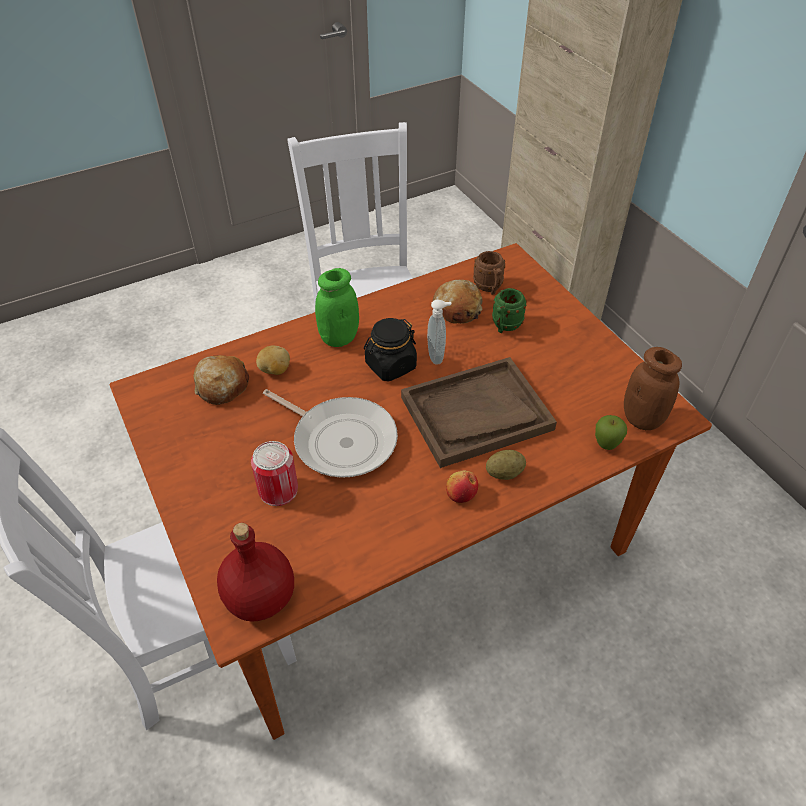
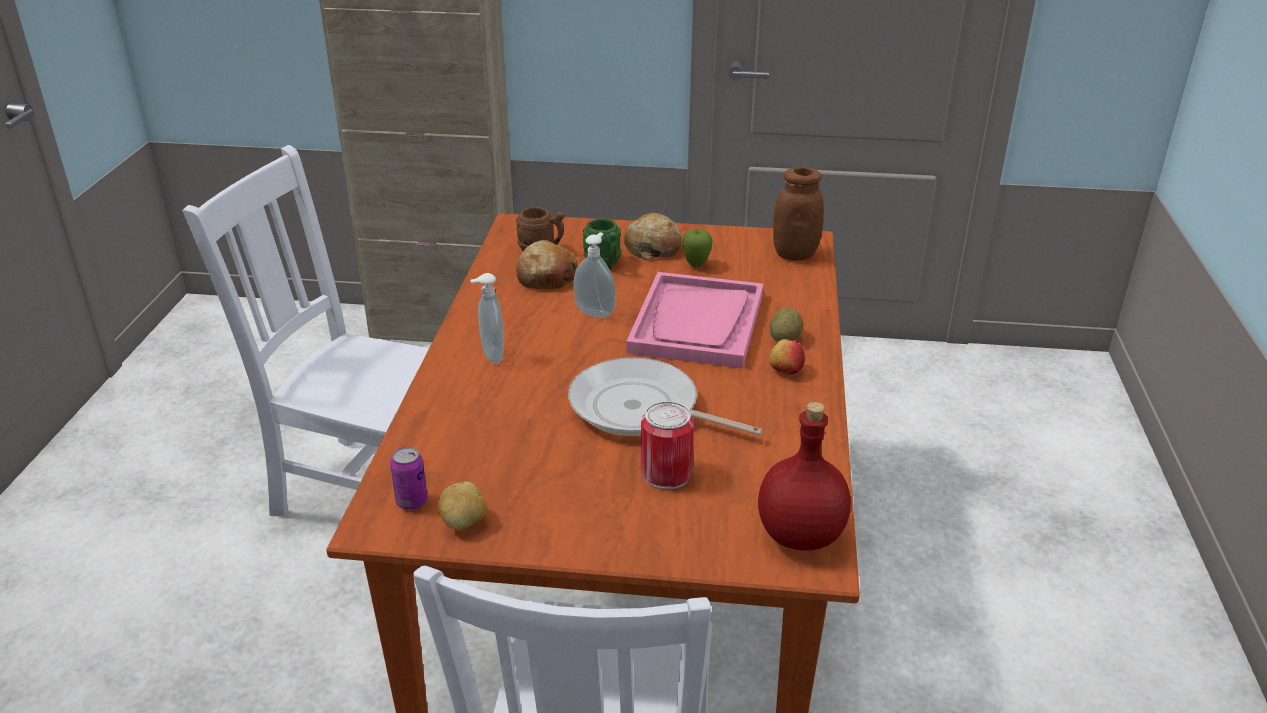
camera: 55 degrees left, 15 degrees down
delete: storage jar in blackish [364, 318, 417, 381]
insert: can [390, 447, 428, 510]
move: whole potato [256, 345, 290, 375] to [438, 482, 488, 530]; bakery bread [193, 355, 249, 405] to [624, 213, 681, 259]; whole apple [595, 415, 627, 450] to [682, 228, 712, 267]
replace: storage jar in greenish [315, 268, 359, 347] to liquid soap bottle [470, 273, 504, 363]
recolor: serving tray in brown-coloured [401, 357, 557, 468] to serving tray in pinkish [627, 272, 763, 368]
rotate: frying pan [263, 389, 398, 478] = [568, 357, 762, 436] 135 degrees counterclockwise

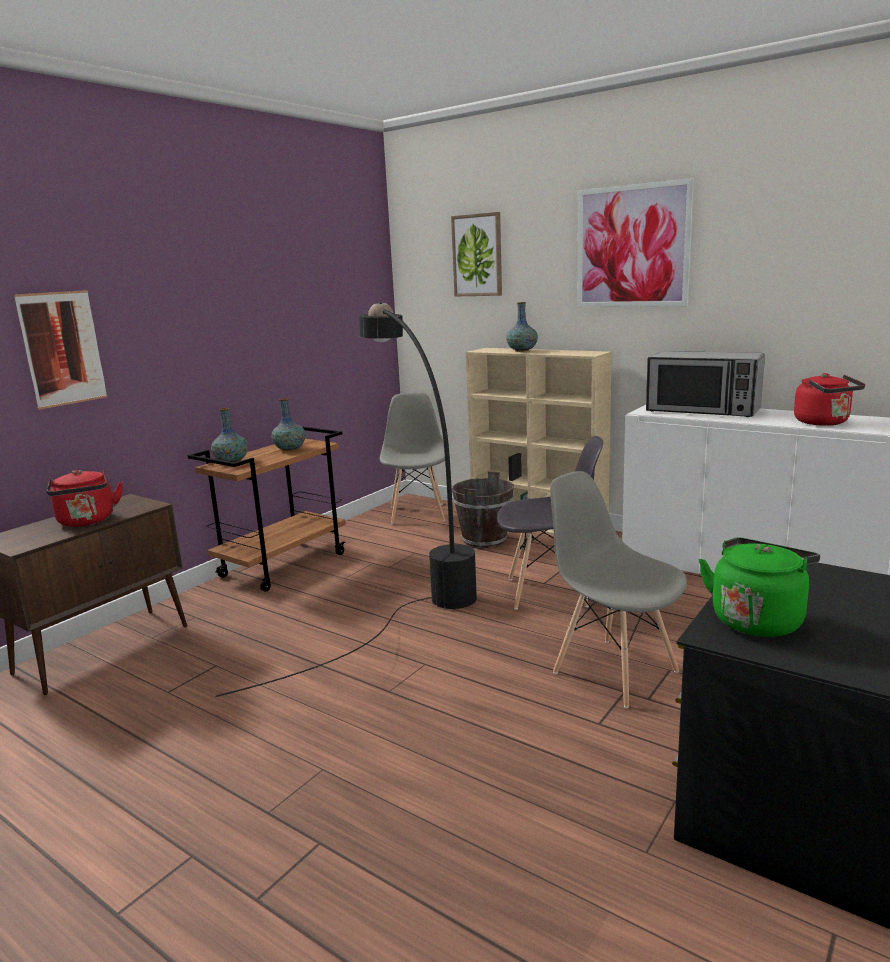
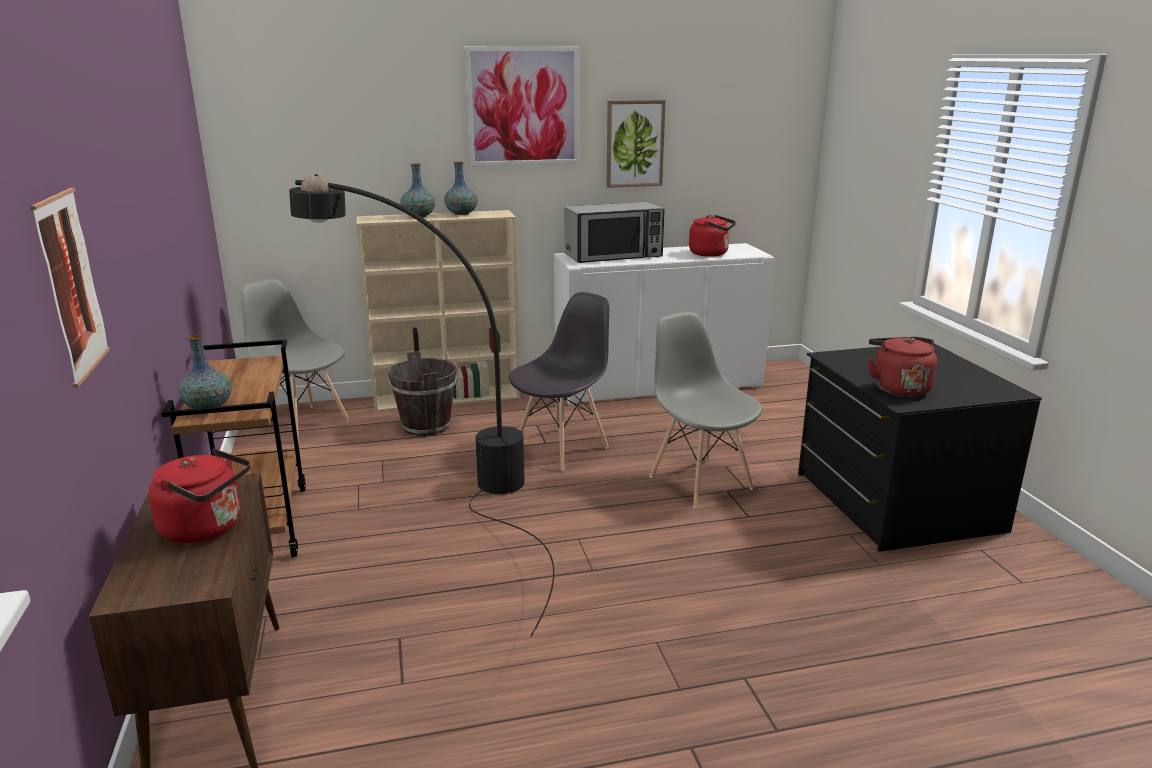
camera: 50 degrees left, 5 degrees up
move: decorative vase [271, 398, 306, 451] to [444, 162, 478, 215]; picture [451, 212, 502, 296] to [606, 100, 666, 188]
recolor: tea kettle in greenish [699, 537, 820, 637] to tea kettle in red-coloured [867, 337, 937, 397]
rotate: chair in grey [550, 471, 687, 708] = [649, 312, 763, 508] 60 degrees clockwise

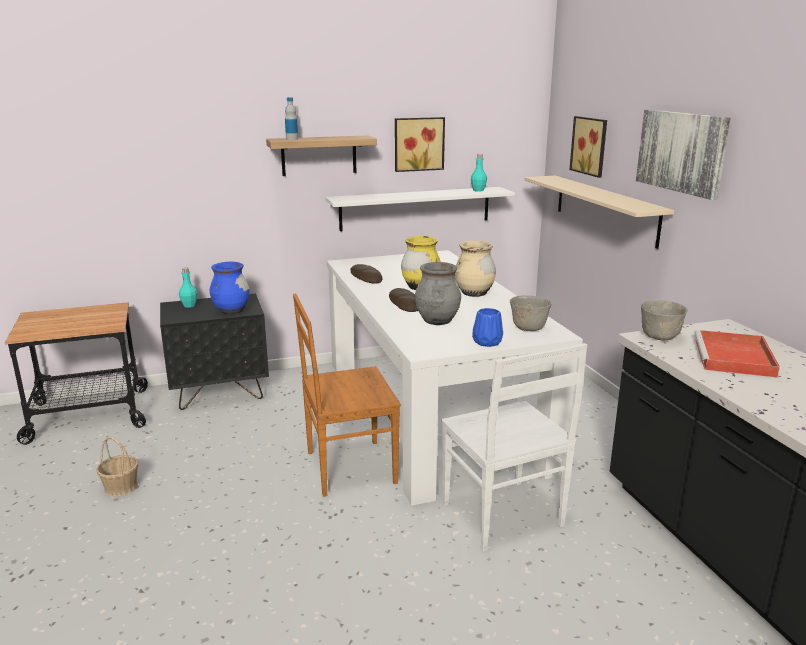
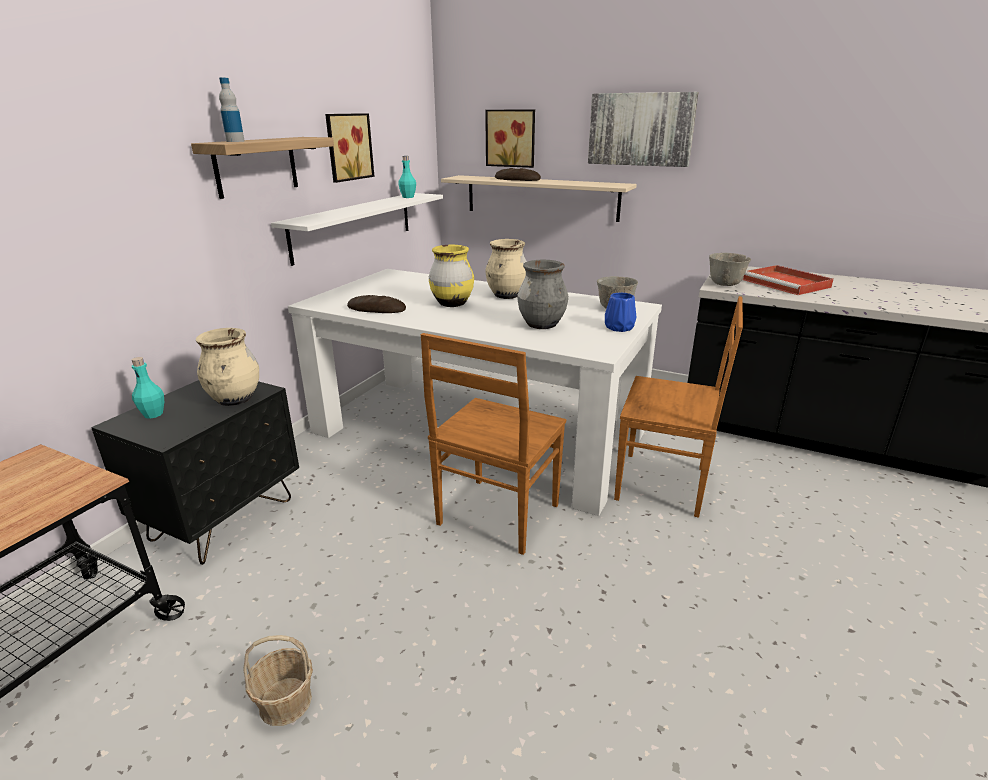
camera: 45 degrees left, 5 degrees up
move: bakery bread [389, 288, 418, 312] to [495, 168, 541, 181]
recolor: decorative vase in bluish [210, 262, 250, 315] to decorative vase in beige [196, 328, 259, 406]; chair in white-coloured [441, 343, 587, 551] to chair in brown-coloured [614, 296, 743, 518]

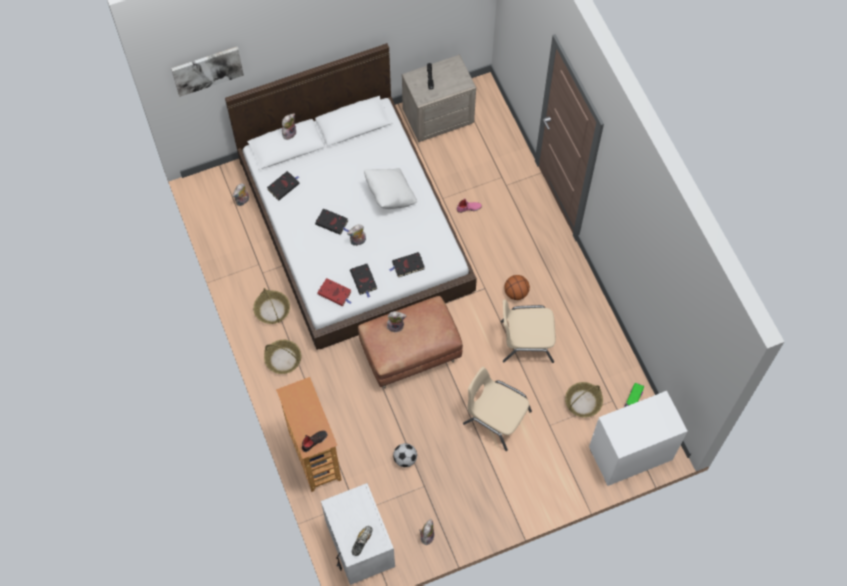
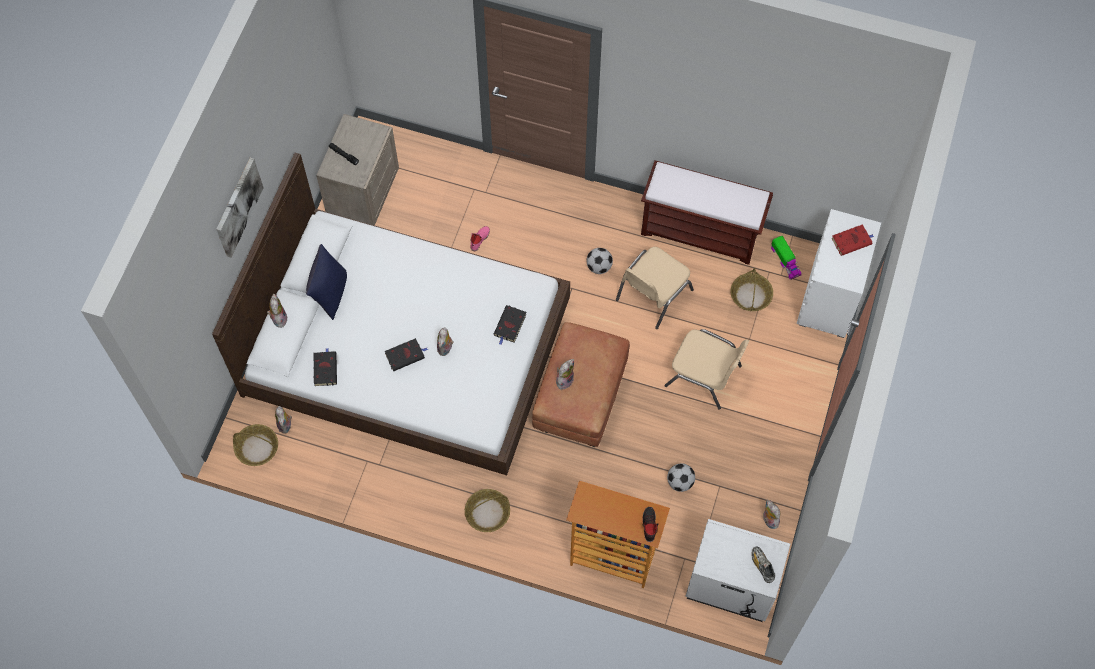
camera: 50 degrees left, 0 degrees up
delete: bound book in blackish [350, 264, 377, 298]; pillow in white-coloured [364, 168, 417, 209]
insert: pillow in bluish [306, 244, 347, 320]; indoor bench in brown-coloured [641, 161, 773, 265]
move: picture [171, 47, 244, 97] to [216, 158, 264, 258]; basket [253, 288, 290, 324] to [233, 424, 278, 466]; bound book in red-coloured [317, 278, 351, 306] to [831, 224, 874, 256]
replace: basketball [504, 275, 530, 300] to ball for football [586, 248, 613, 274]
rotate: chair in beige [463, 367, 532, 451] = [664, 329, 749, 409] 135 degrees counterclockwise

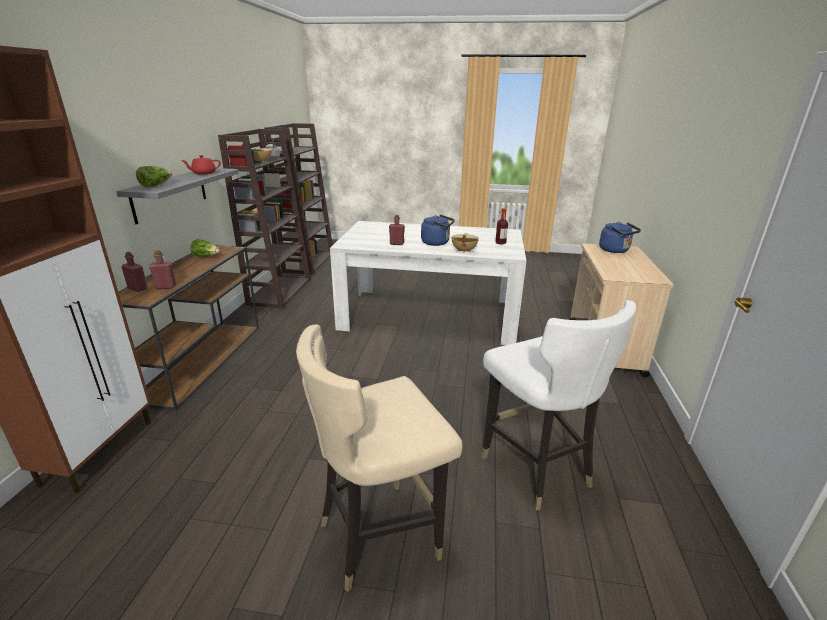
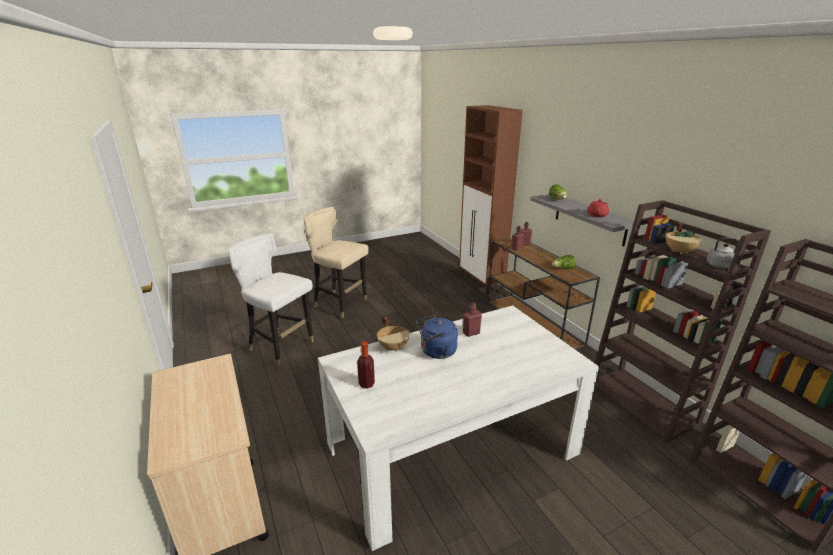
camera: 145 degrees right, 0 degrees up
delete: tea kettle in bluish [599, 222, 641, 253]
rotate: chair in beige [296, 324, 462, 592] = [303, 207, 369, 319] 90 degrees counterclockwise

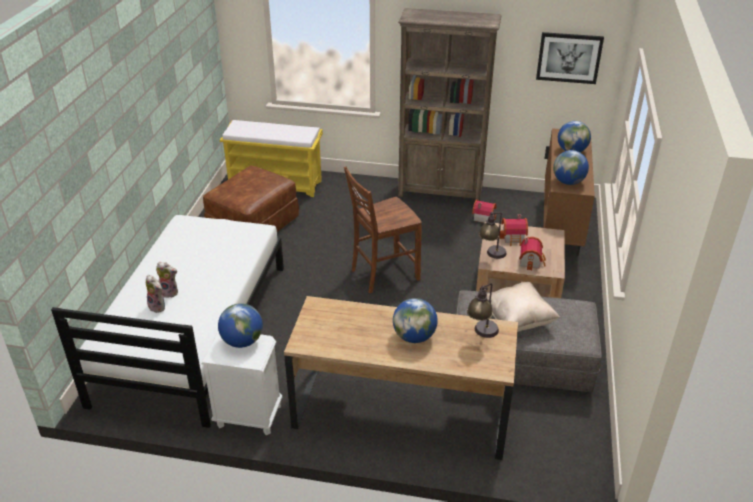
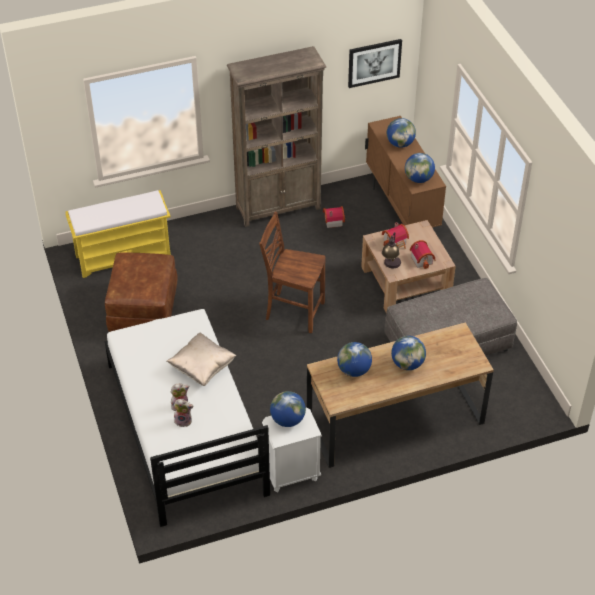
camera: 30 degrees left, 10 degrees up
delete: table lamp [467, 283, 499, 338]
insert: world globe [337, 342, 372, 377]
move: pillow in beige [487, 282, 560, 332] to [167, 332, 237, 386]
rotate: chair in brown-coloured [344, 167, 422, 293] = [259, 212, 325, 333] 75 degrees clockwise

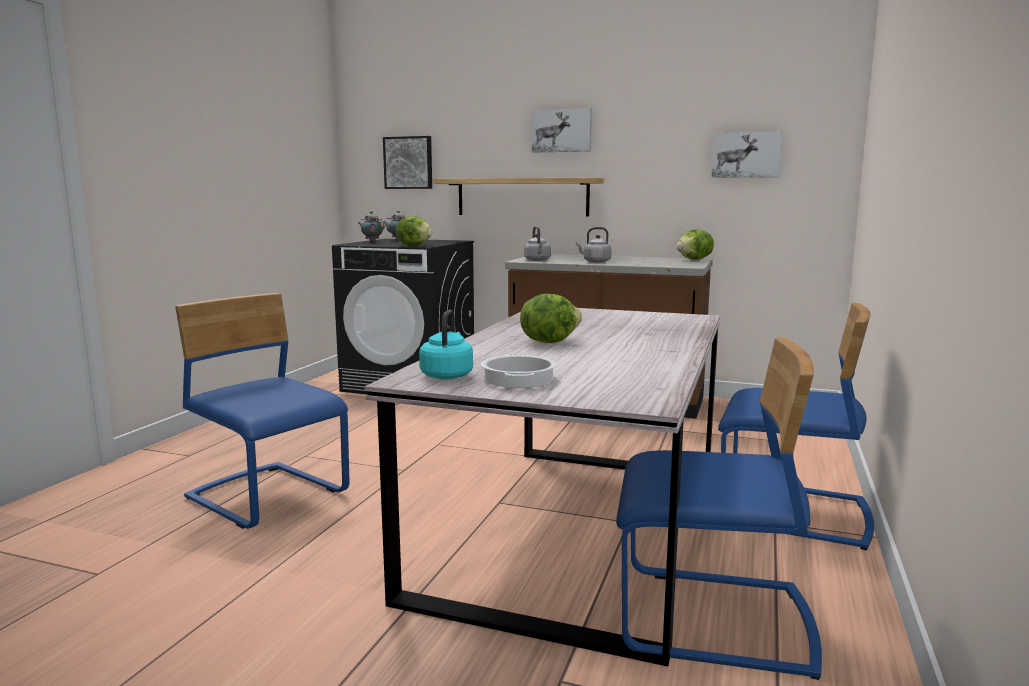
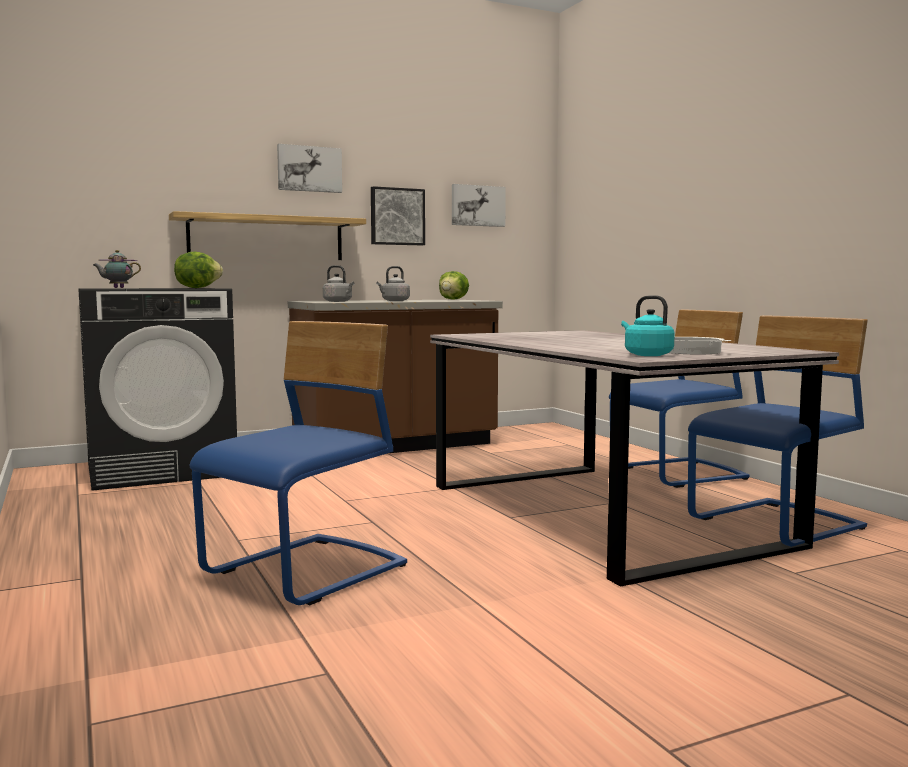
camera: 45 degrees left, 5 degrees down
delete: pot for tea [358, 211, 385, 242]; lettuce head [520, 294, 582, 343]
move: picture [383, 136, 432, 189] to [371, 186, 425, 245]
rotate: chair in bluish [175, 293, 350, 529] = [190, 321, 407, 605] 135 degrees clockwise

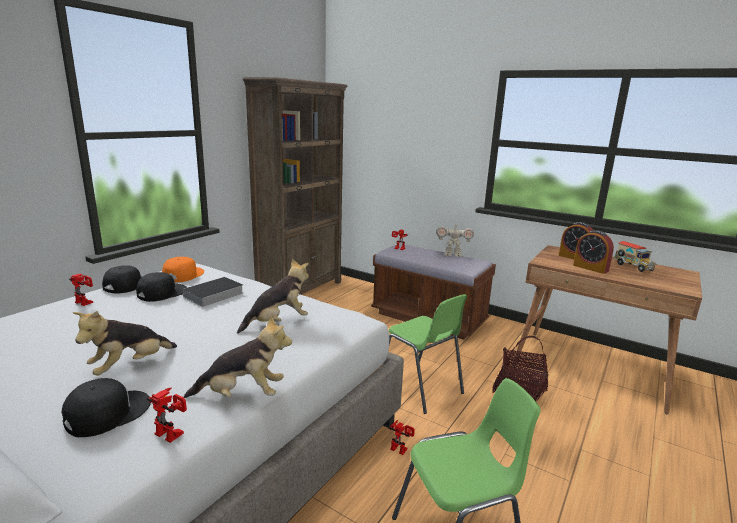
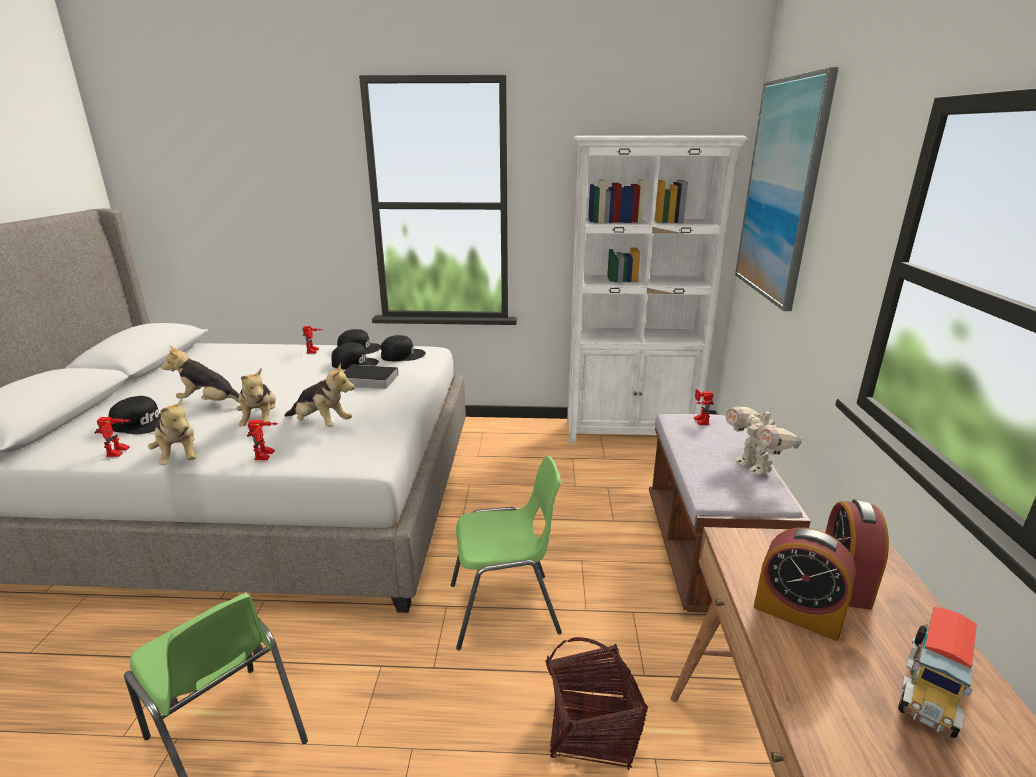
camera: 60 degrees right, 5 degrees up
insert: plush toy [236, 367, 276, 426]; picture [735, 67, 839, 311]
move: model robot [388, 420, 415, 455] to [247, 420, 278, 460]
recolor: cap in orange-coloured [162, 257, 204, 282] to cap in blackish [381, 335, 426, 361]; shelving unit in brown-coloured [242, 77, 348, 295] to shelving unit in white-coloured [567, 135, 747, 443]
rotate: chair in greenish [389, 294, 467, 414] = [451, 455, 562, 650] 120 degrees counterclockwise; alarm clock [573, 230, 614, 274] = [754, 528, 856, 641] 75 degrees counterclockwise

